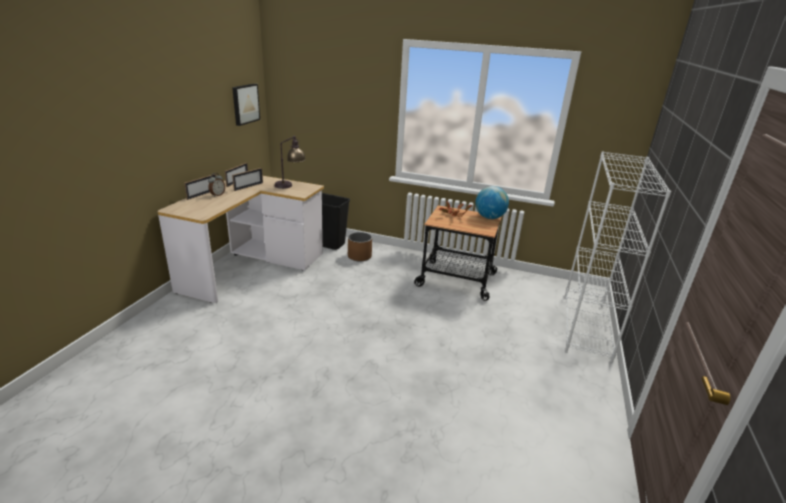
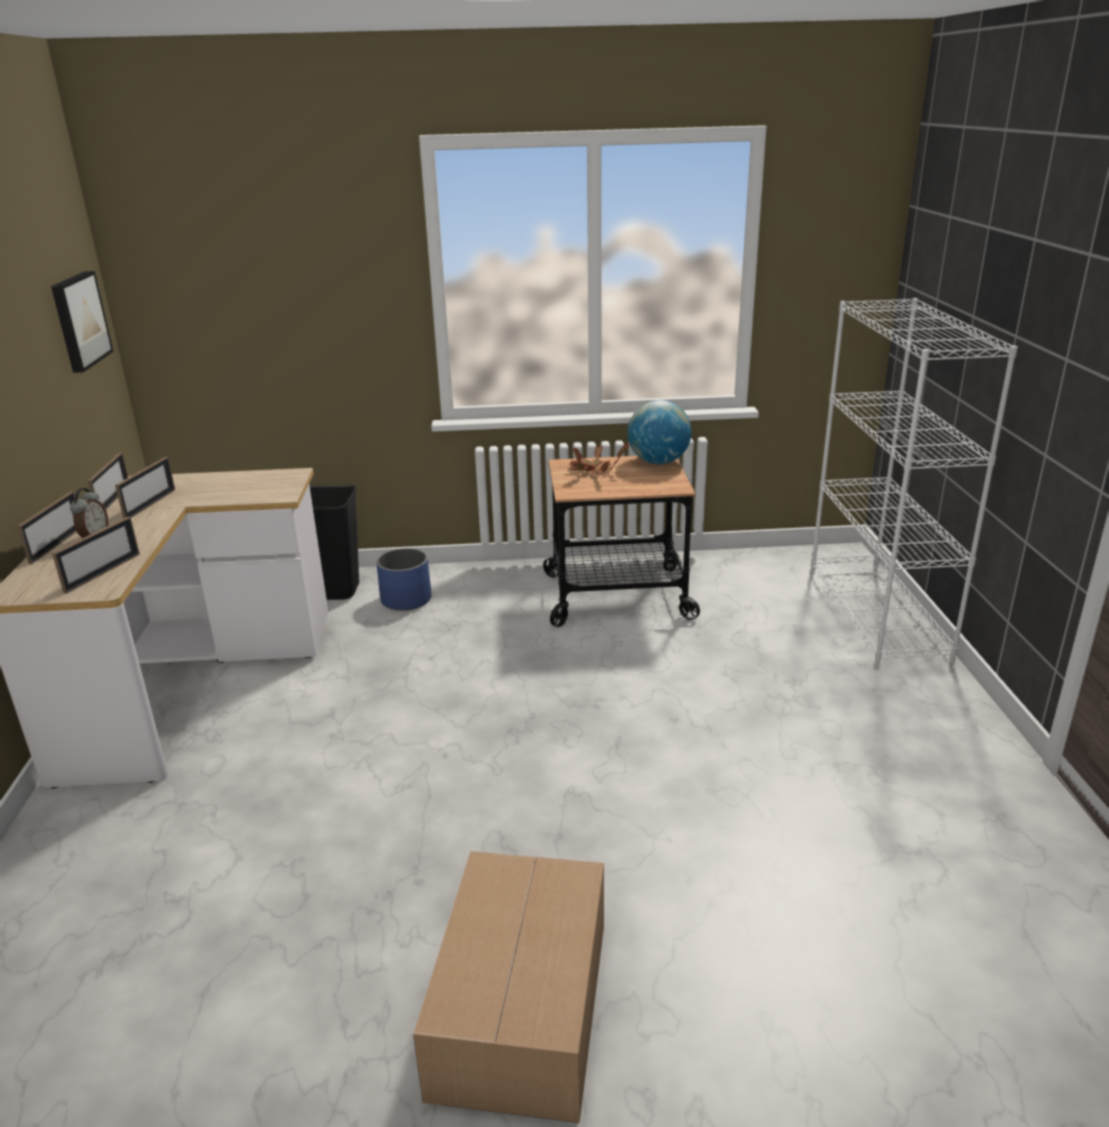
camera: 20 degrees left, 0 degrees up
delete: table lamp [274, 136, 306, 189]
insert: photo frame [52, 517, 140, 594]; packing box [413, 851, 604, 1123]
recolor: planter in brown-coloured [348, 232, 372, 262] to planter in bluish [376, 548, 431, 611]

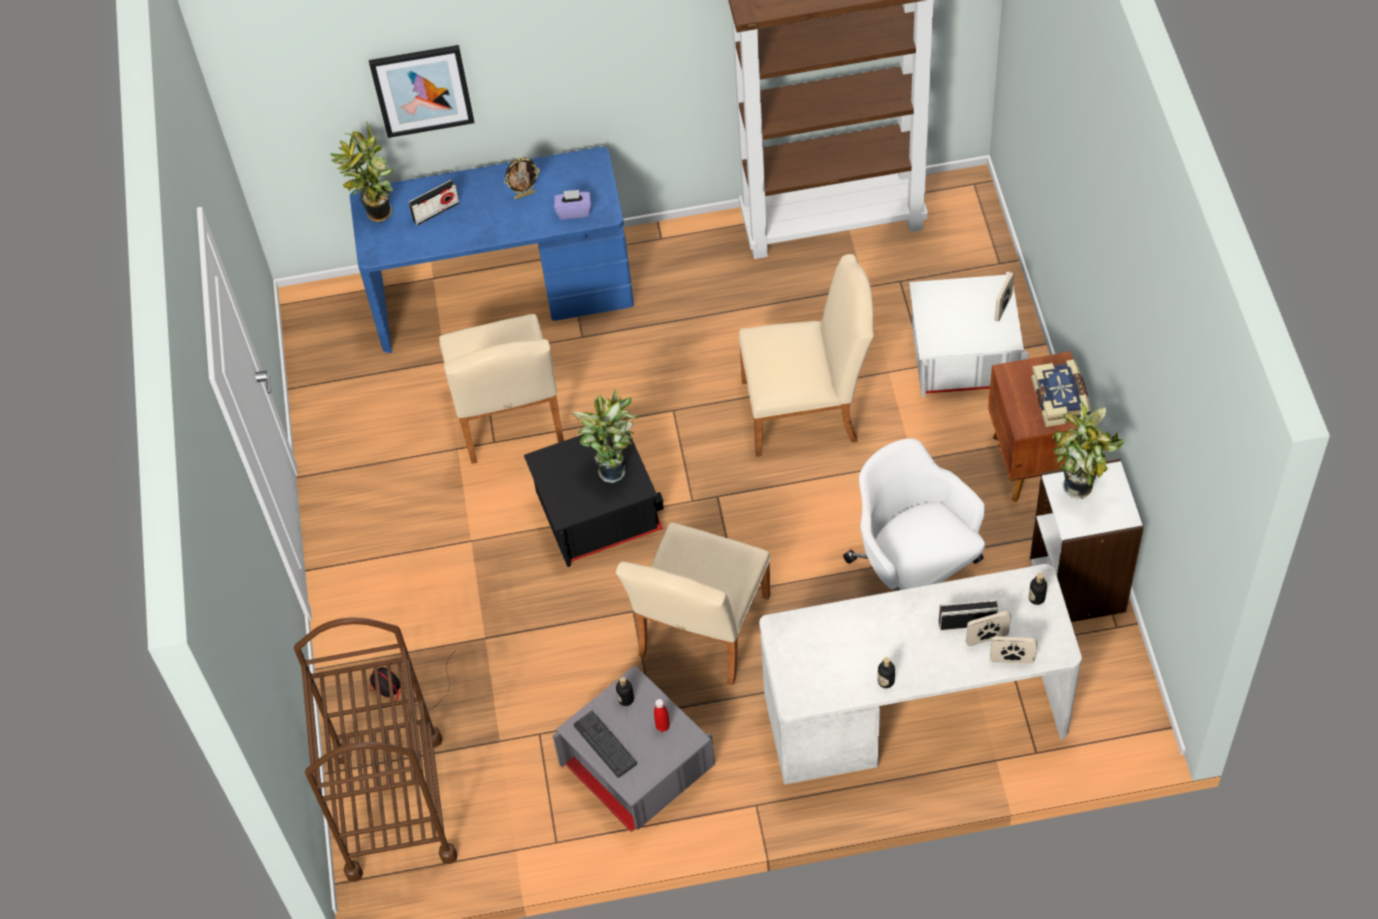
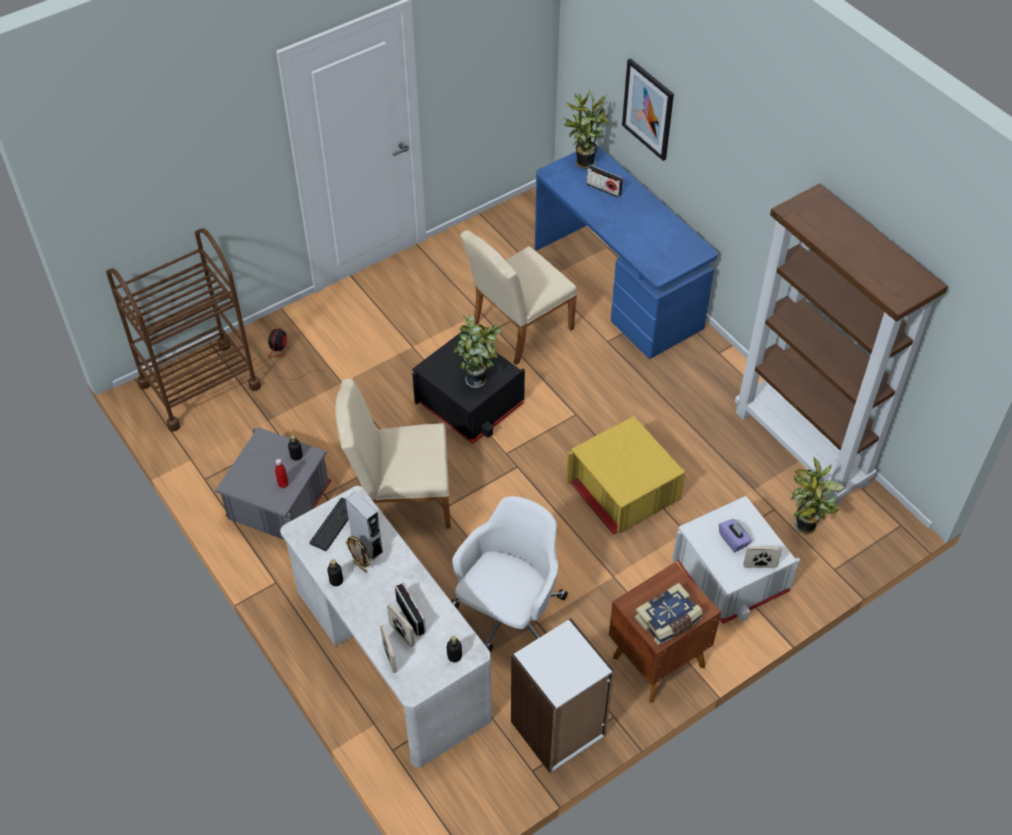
camera: 60 degrees right, 5 degrees down
insert: audio speaker in grey [345, 492, 383, 560]
move: keyboard [573, 711, 637, 778] to [310, 498, 349, 551]; photo frame [504, 157, 540, 199] to [345, 536, 370, 573]; tissue holder in purplish [554, 190, 591, 220] to [719, 519, 752, 552]; plant in a pot [1052, 402, 1126, 499] to [791, 457, 845, 535]
replace: chair in beige [739, 254, 874, 457] to storage bin in yellow [566, 416, 685, 535]

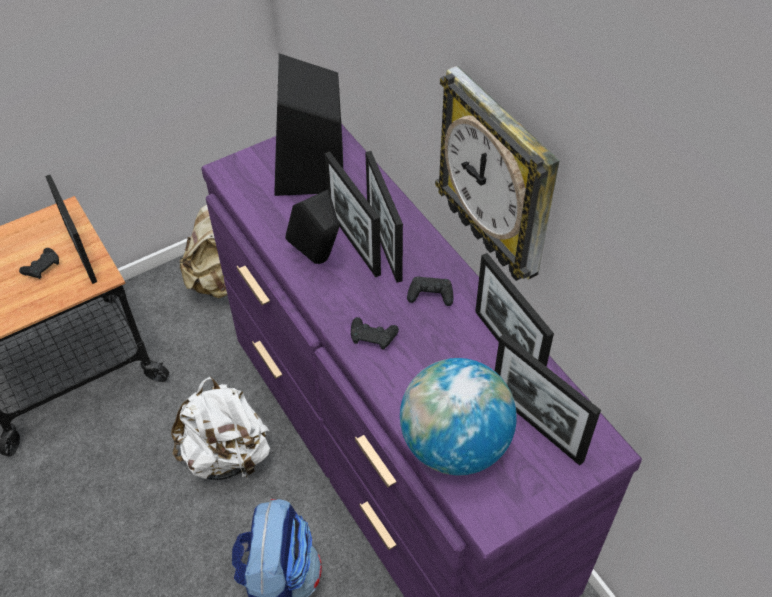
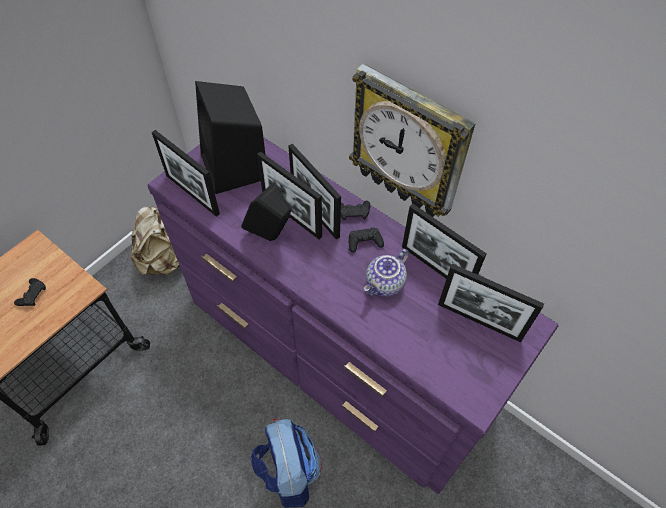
camera: 20 degrees left, 5 degrees up
delete: rucksack in white-coloured [171, 377, 270, 481]; world globe [400, 358, 517, 475]
insert: pot for tea [364, 249, 409, 297]
move: photo frame [45, 175, 97, 284] to [152, 130, 220, 217]; joypad in blackish [351, 317, 399, 350] to [341, 201, 370, 220]

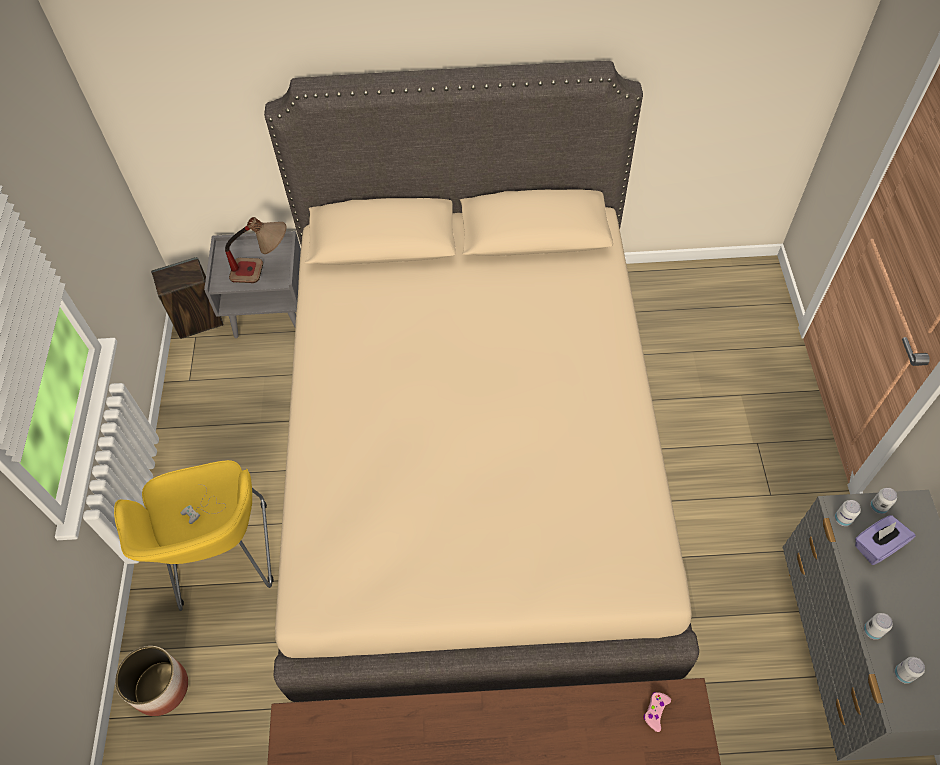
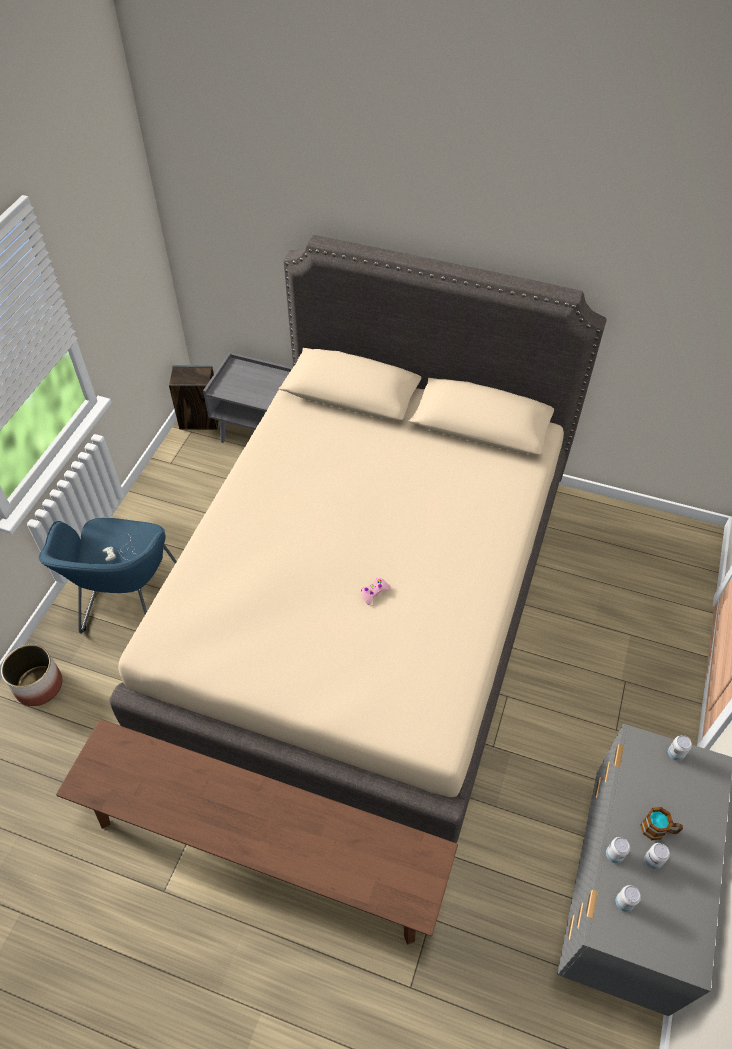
camera: 20 degrees right, 5 degrees down
delete: table lamp [225, 217, 286, 283]; tissue holder in purplish [855, 515, 915, 565]
insert: mug [640, 807, 683, 840]
move: joypad in pinkish [644, 692, 671, 732] to [361, 577, 390, 605]; can [835, 500, 861, 526] to [645, 843, 670, 869]
recolor: easy chair in yellow [114, 460, 274, 611] to easy chair in bluish [39, 518, 177, 634]

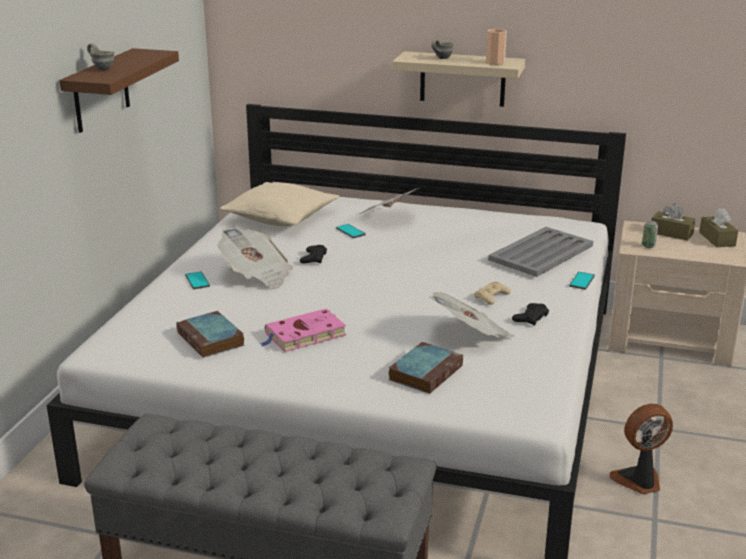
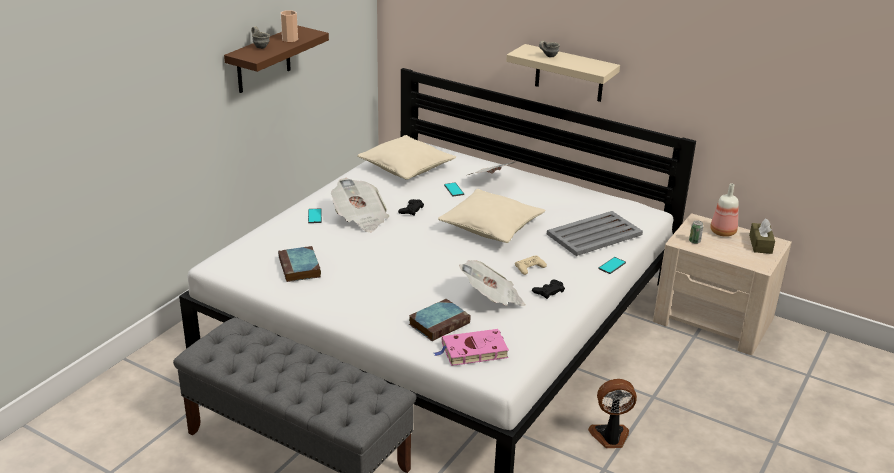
camera: 15 degrees right, 5 degrees up
insert: pillow in beige [438, 189, 545, 243]
move: drinking cup [486, 29, 507, 65] to [281, 10, 298, 42]; bound book in pinkish [260, 309, 346, 352] to [434, 329, 509, 366]
replace: tissue holder in brown-coloured [651, 203, 696, 240] to beverage bottle [710, 183, 739, 237]

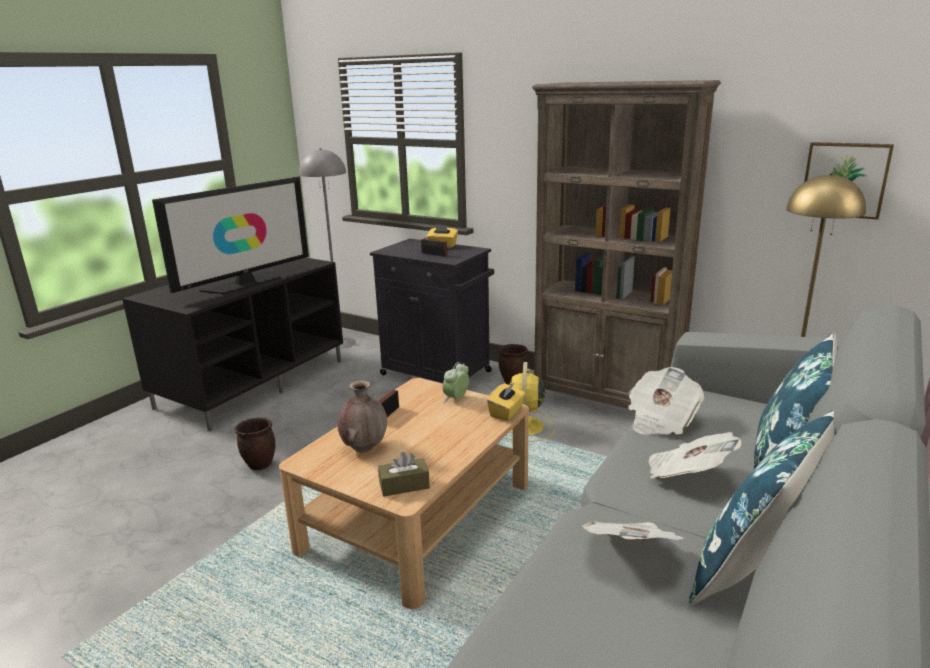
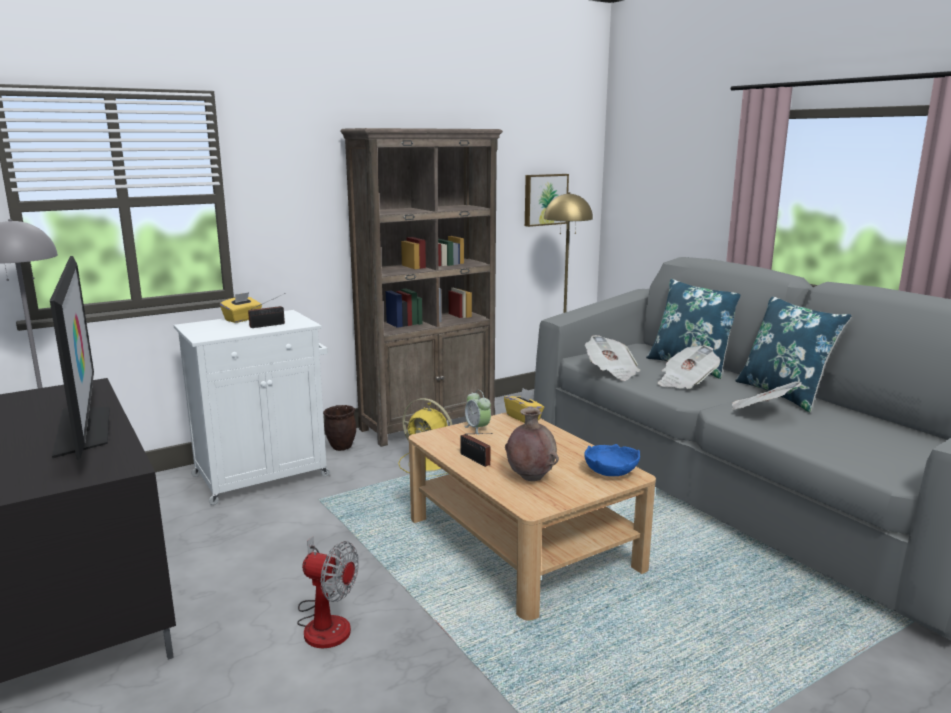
camera: 65 degrees left, 5 degrees down
replace: planter in brown-coloured [235, 417, 275, 470] to cooling fan [297, 536, 359, 649]; tissue holder in brown-coloured [378, 452, 430, 496] to serving bowl in bluish [584, 444, 640, 476]
recolor: cupboard in blackish [370, 239, 494, 383] to cupboard in white-coloured [173, 310, 330, 505]

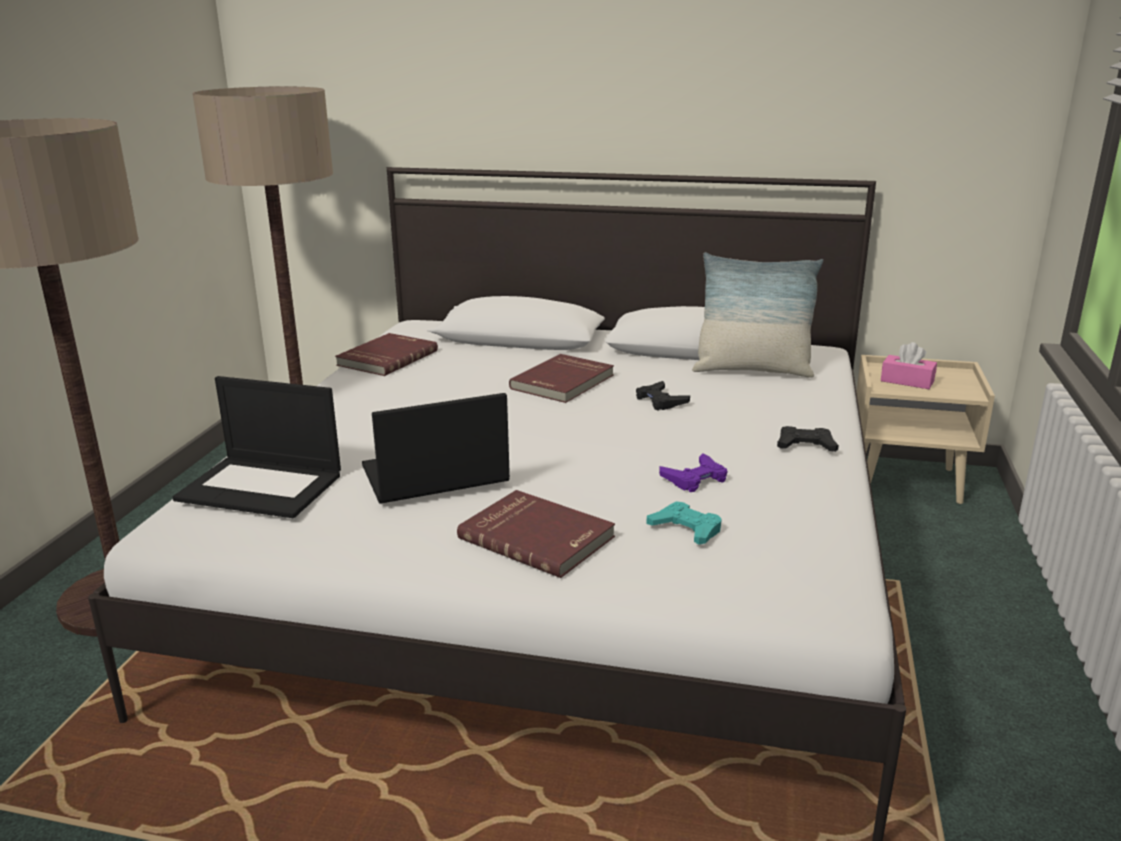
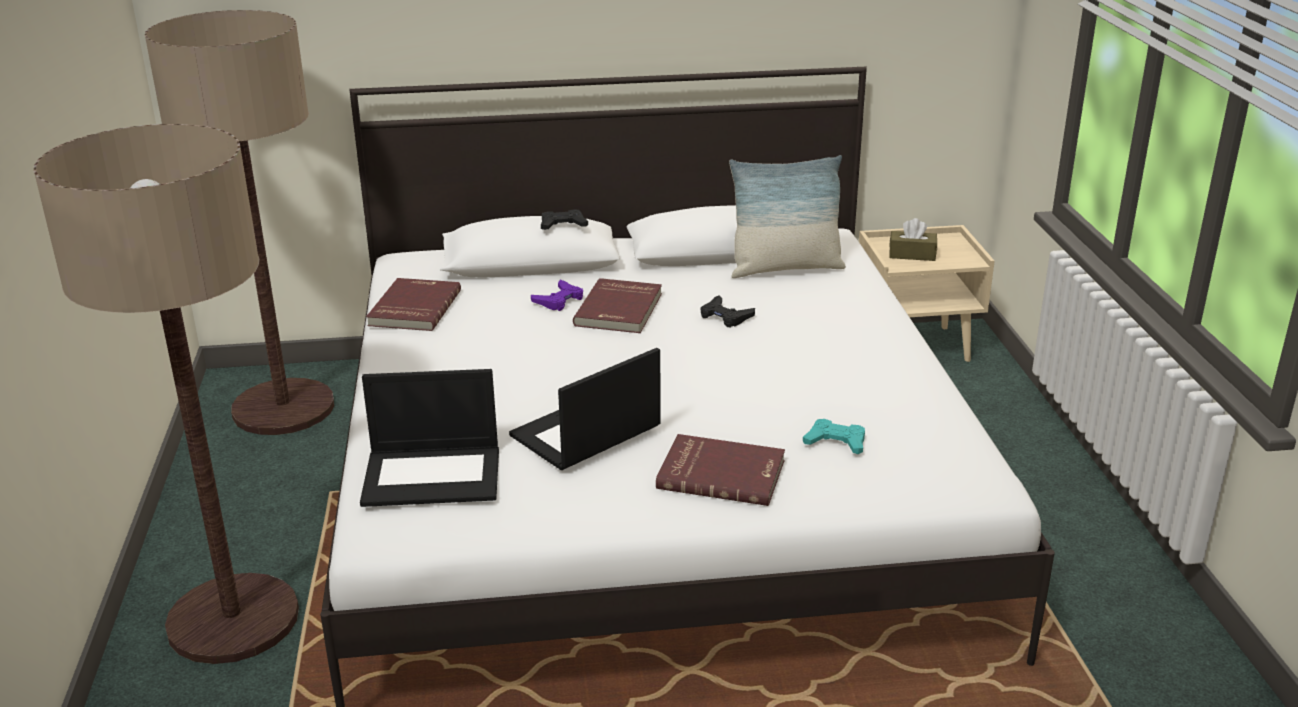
camera: 20 degrees left, 5 degrees up
move: joypad in purplish [659, 453, 727, 492] to [531, 280, 583, 311]; joypad in blackish [777, 426, 839, 452] to [541, 209, 588, 230]
recolor: tissue holder in pinkish [881, 342, 937, 389] to tissue holder in brown-coloured [889, 218, 937, 261]

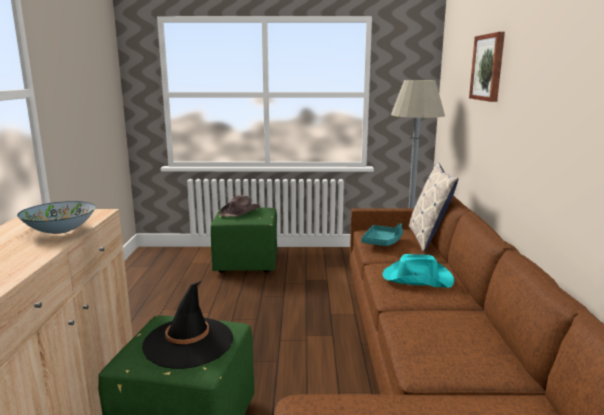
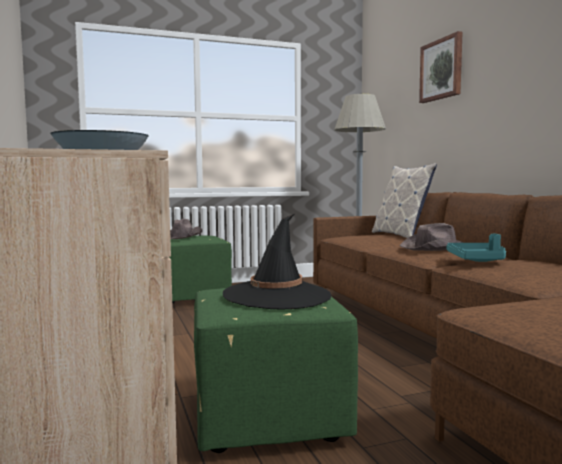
camera: 20 degrees left, 10 degrees down
move: serving tray in turquoise-coloured [361, 224, 403, 246] to [447, 234, 506, 262]
recolor: clothing hat in turquoise-coloured [382, 254, 454, 288] to clothing hat in brown-coloured [400, 223, 464, 251]

